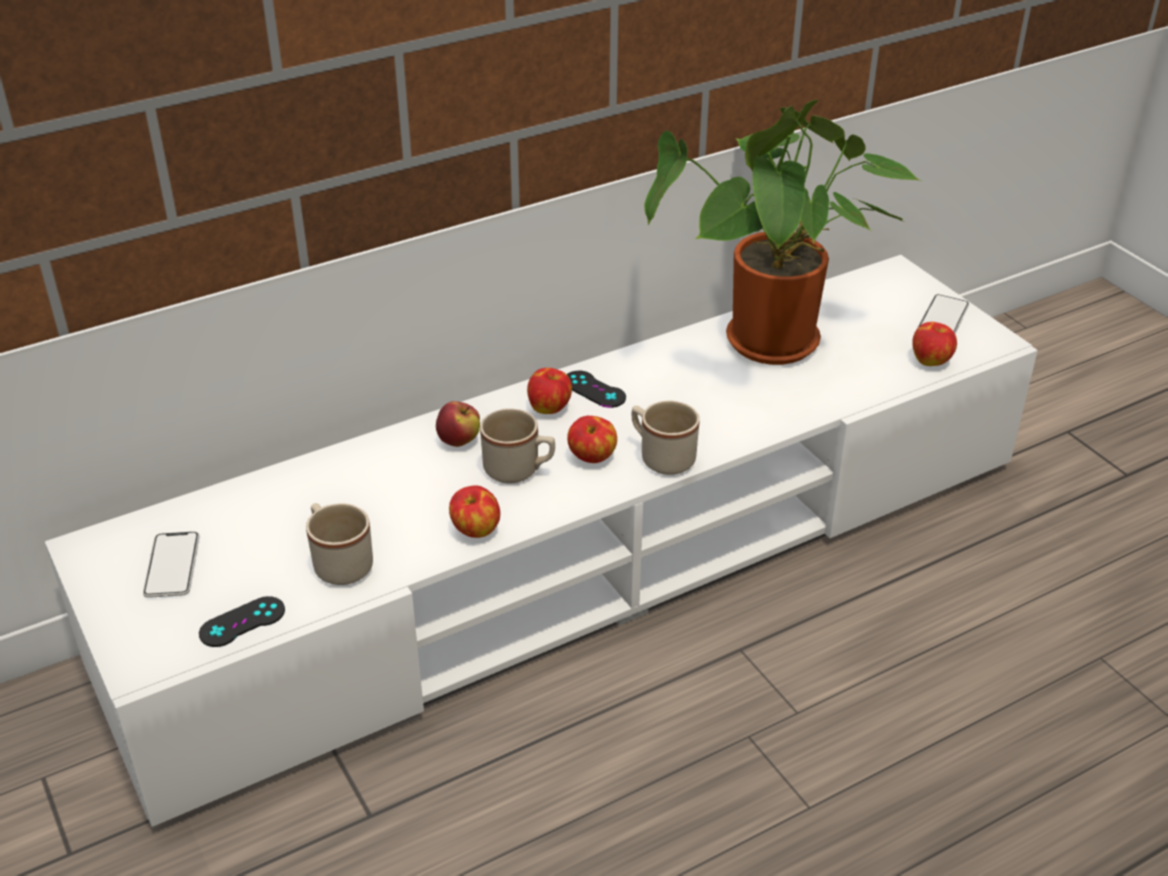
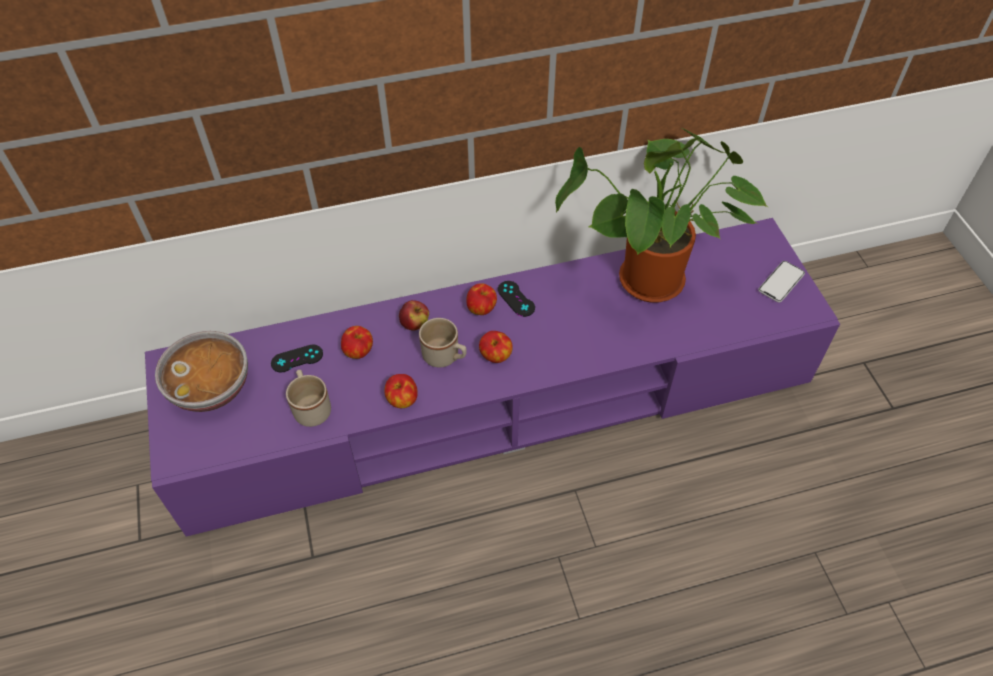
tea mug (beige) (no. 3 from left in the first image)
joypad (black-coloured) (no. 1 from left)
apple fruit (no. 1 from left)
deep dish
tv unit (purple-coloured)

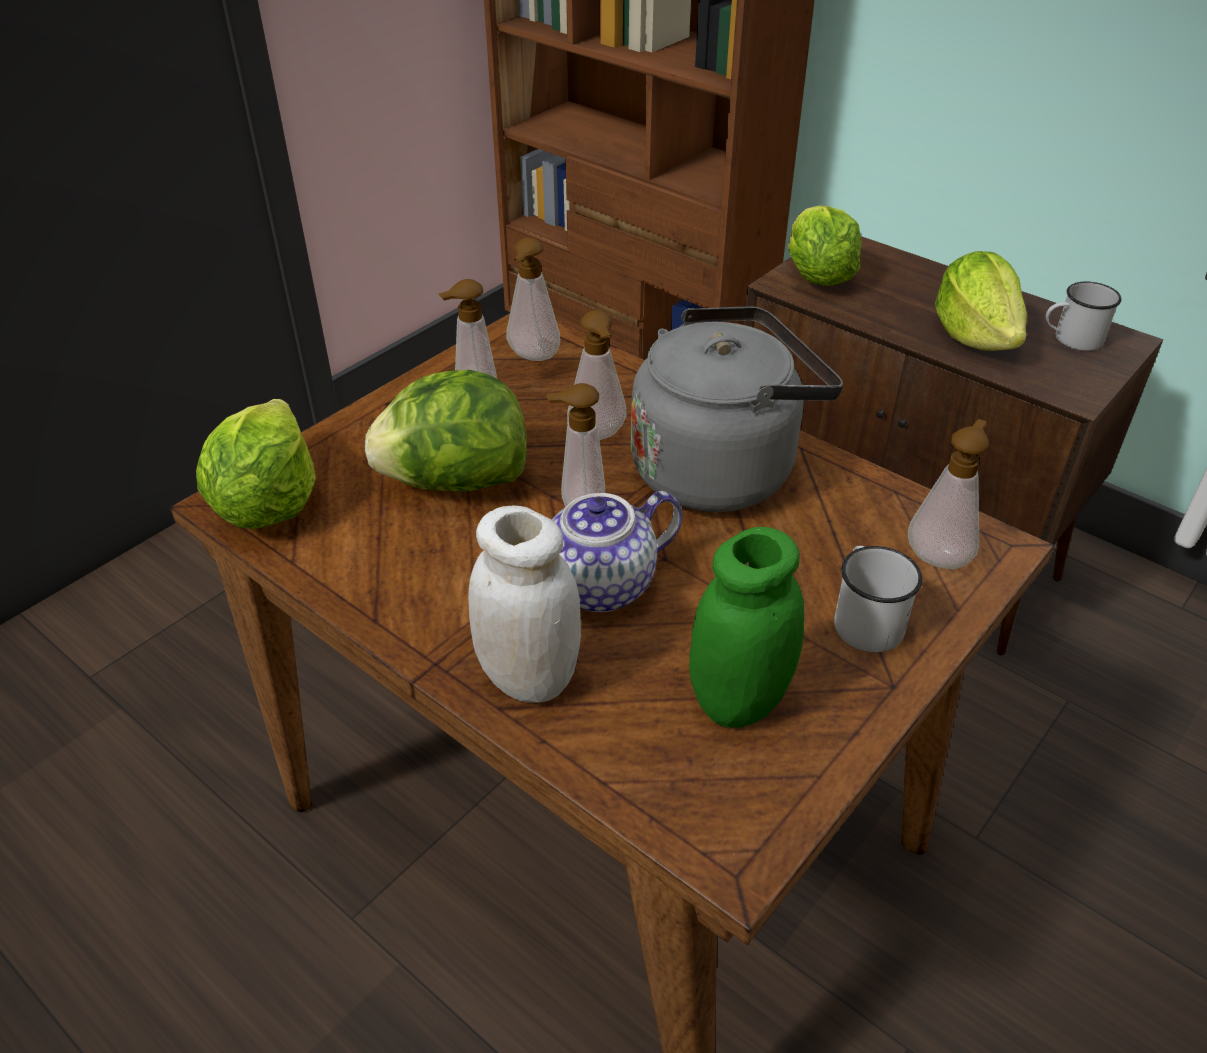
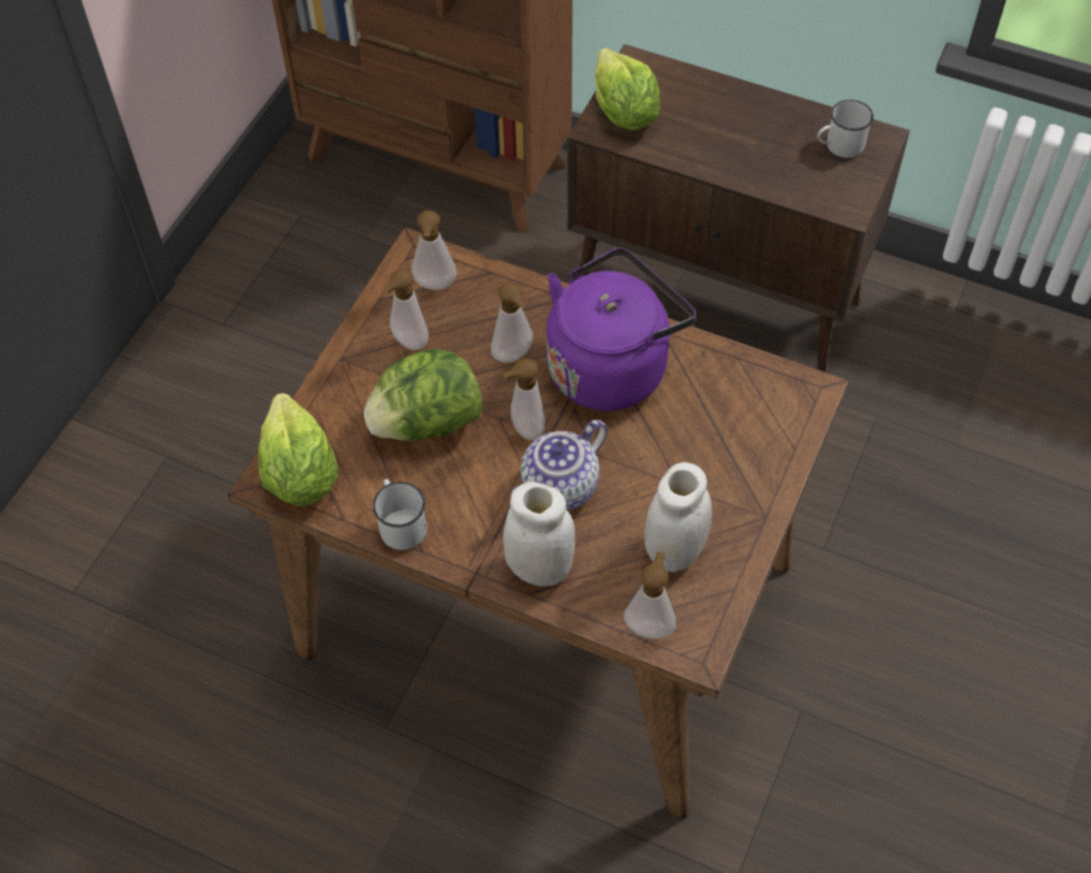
lettuce (no. 4 from left in the first image)
tea mug (whitish) (no. 1 from left)
soap dispenser (no. 5 from left)
tea kettle (purple-coloured)
preserve jar (whitish) (no. 2 from left)

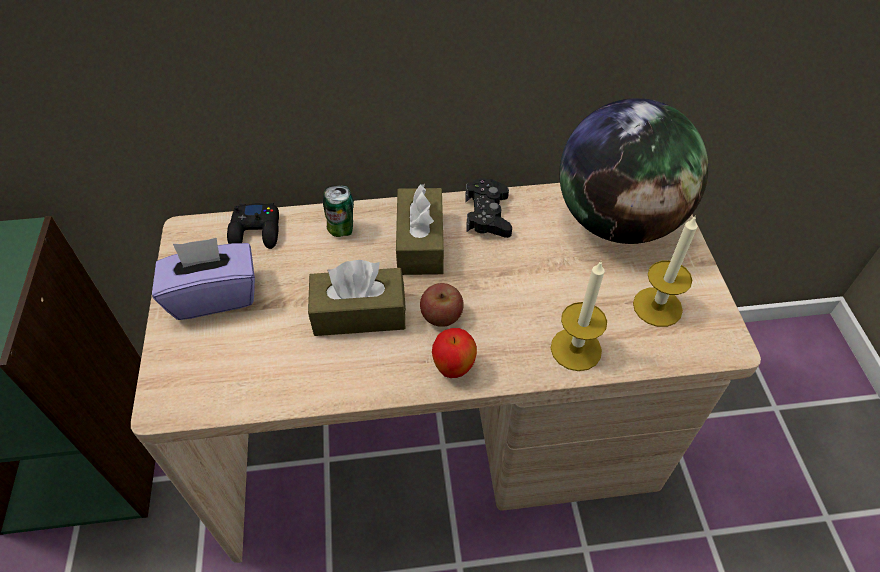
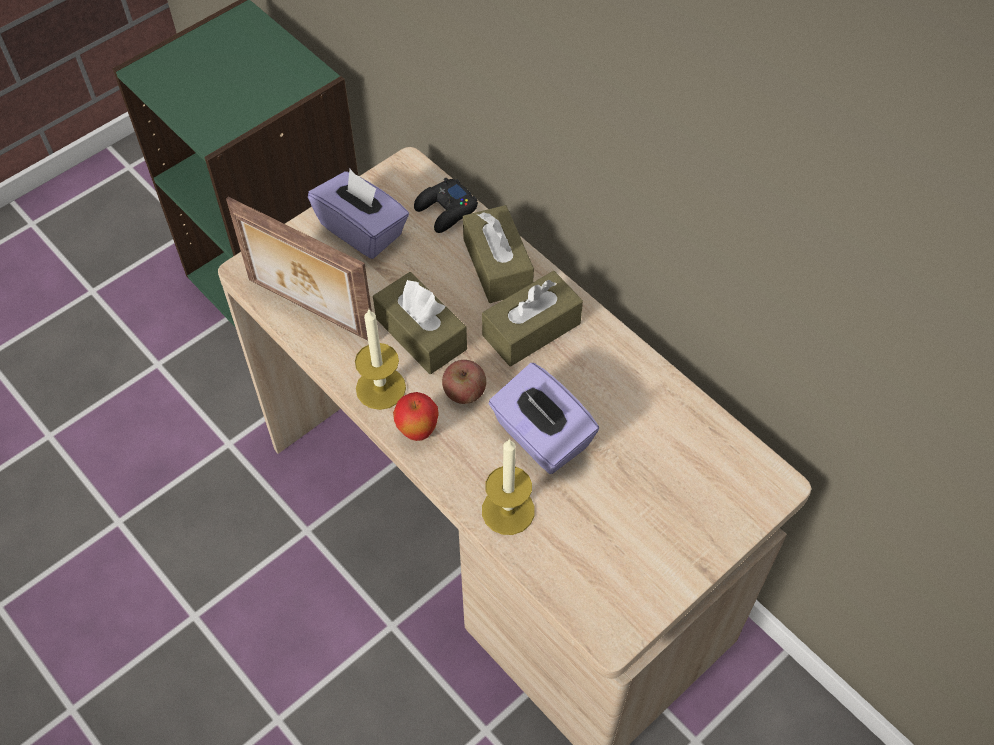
joypad (black-coloured) (no. 2 from left in the first image)
world globe
standing frame
tissue holder (purple-coloured) (no. 2 from left)
candle (no. 1 from left)
tissue holder (brown-coloured) (no. 2 from left)

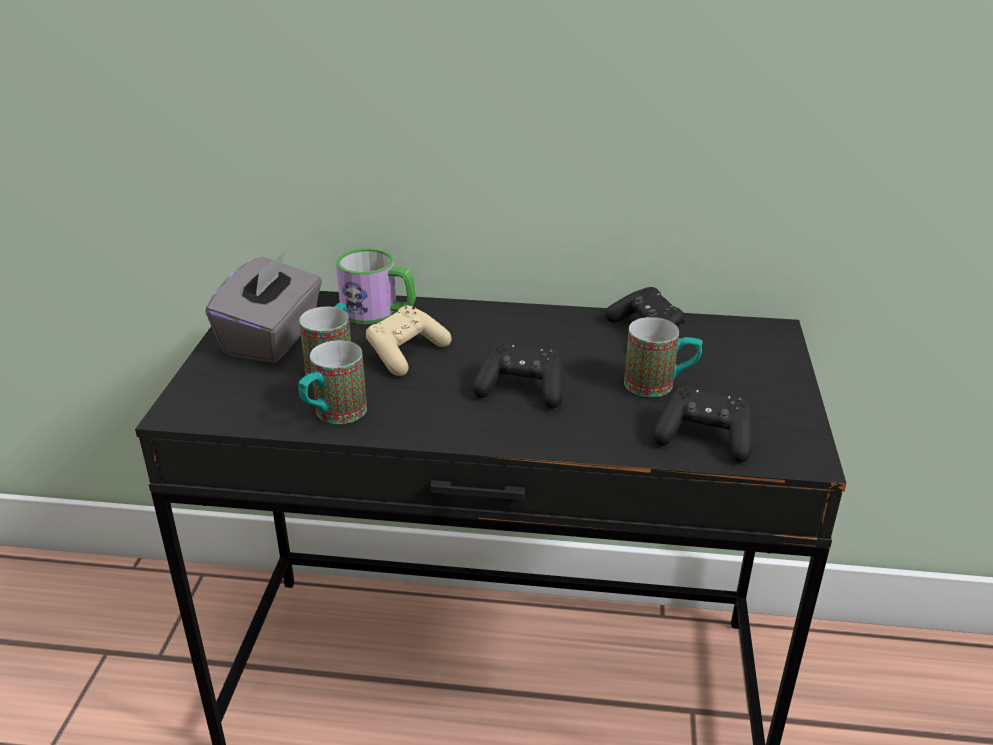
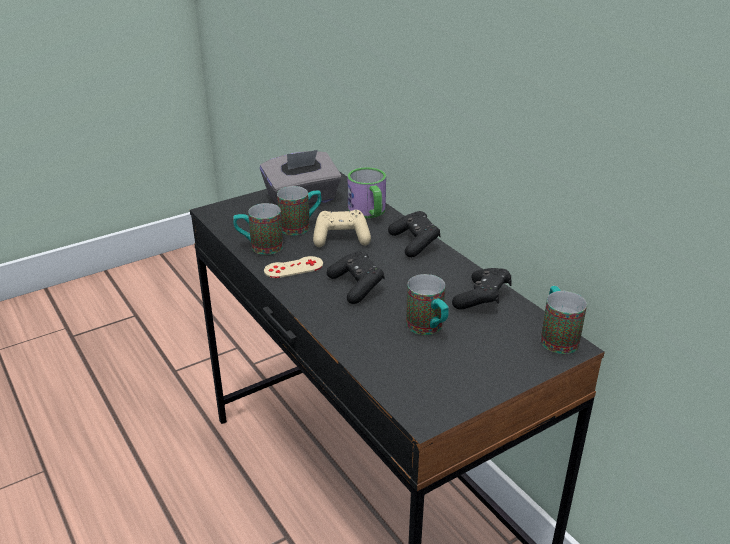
joypad (beige) (no. 1 from left)
tea mug (no. 5 from left)
joypad (black-coloured) (no. 2 from left)

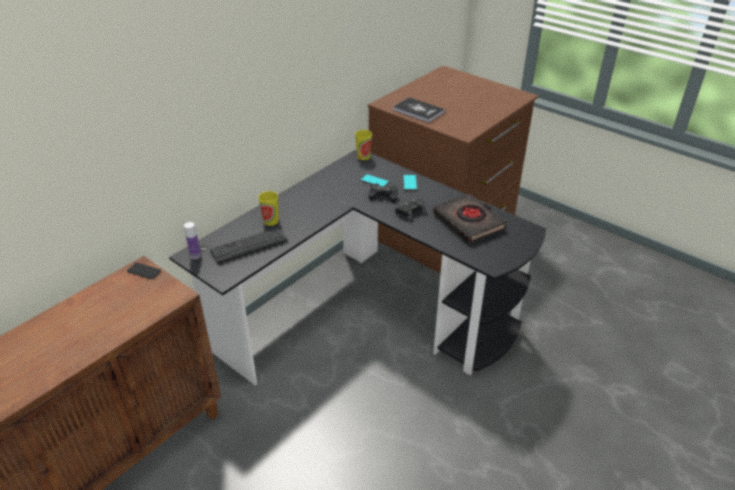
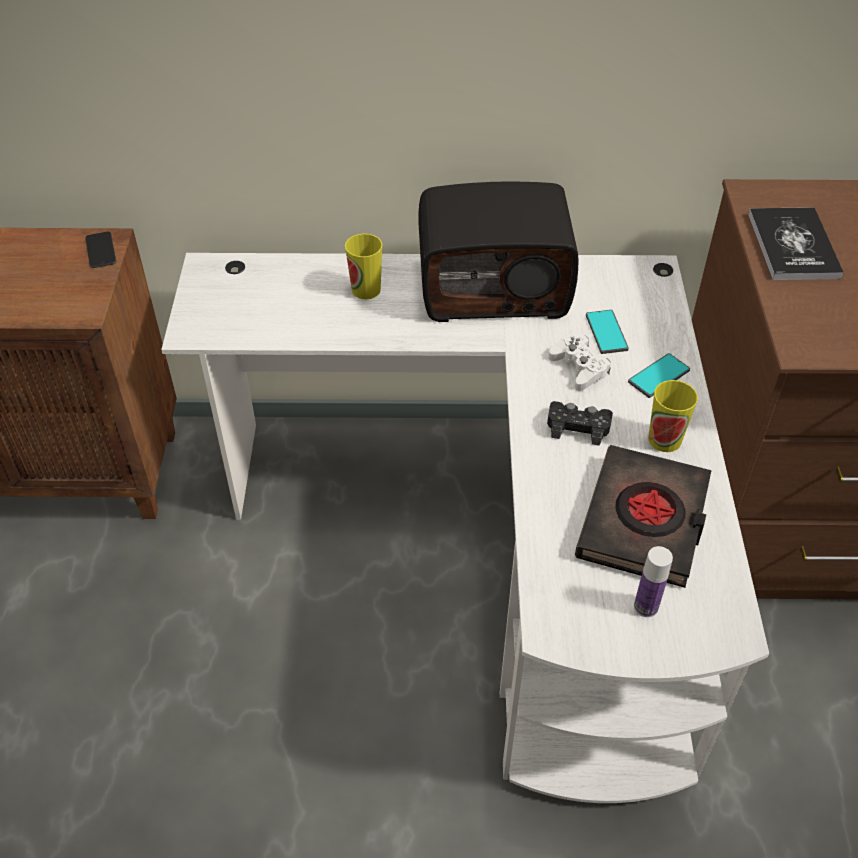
keyboard
radio receiver
bottle
small cup (no. 2 from left)
desk (whitish)
joypad (whitish)

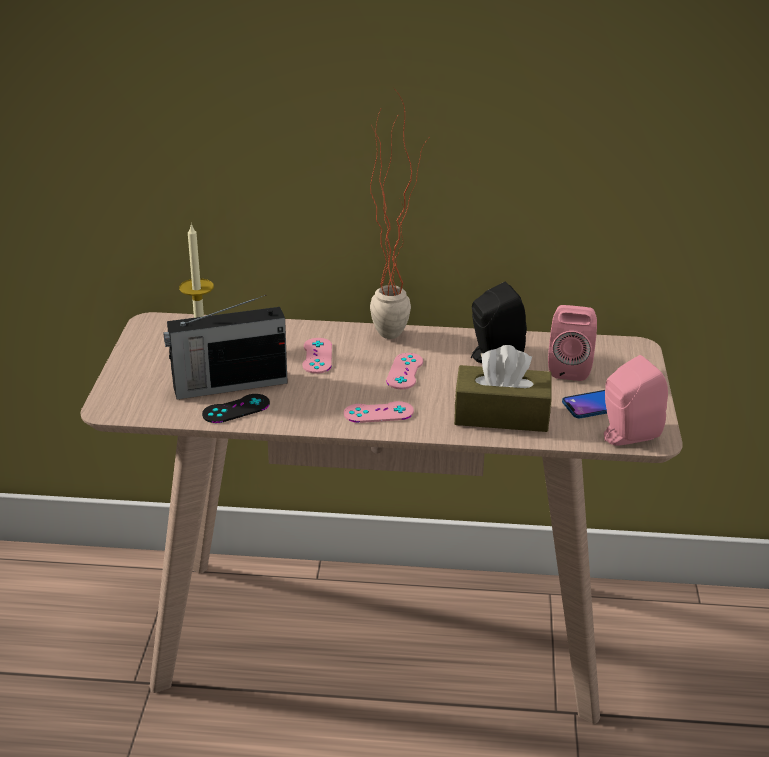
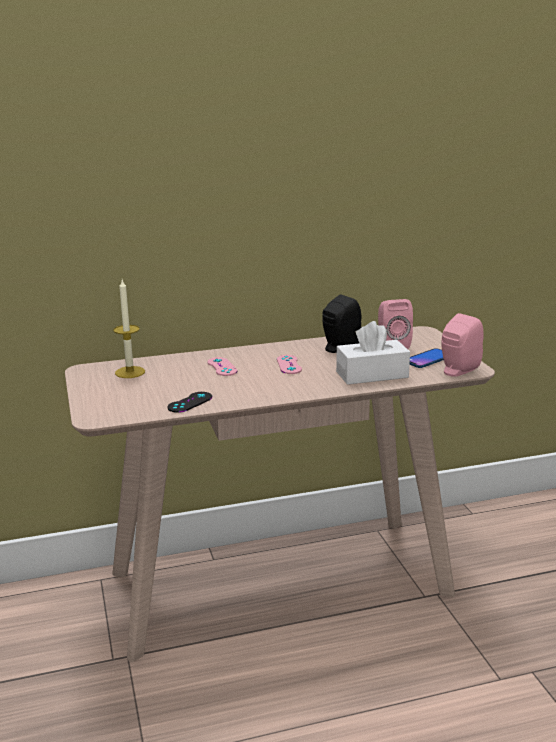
radio receiver
joypad (pinkish) (no. 2 from left in the first image)
potted plant
tissue holder (whitish)

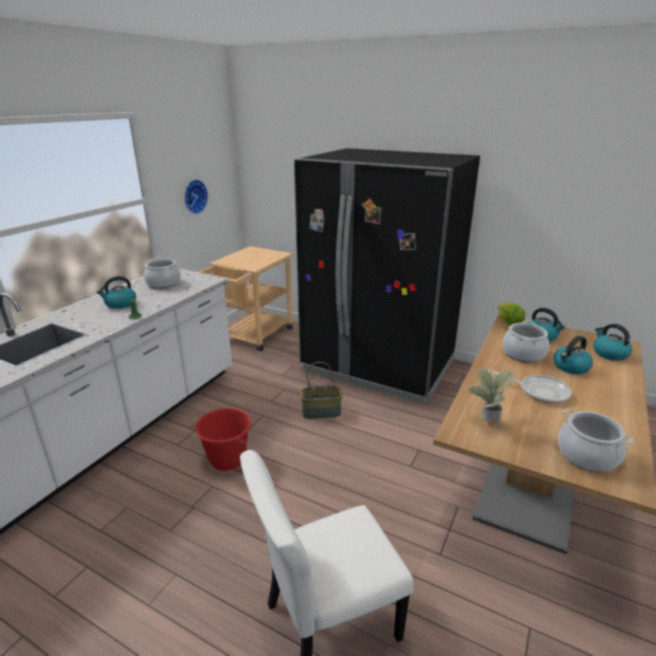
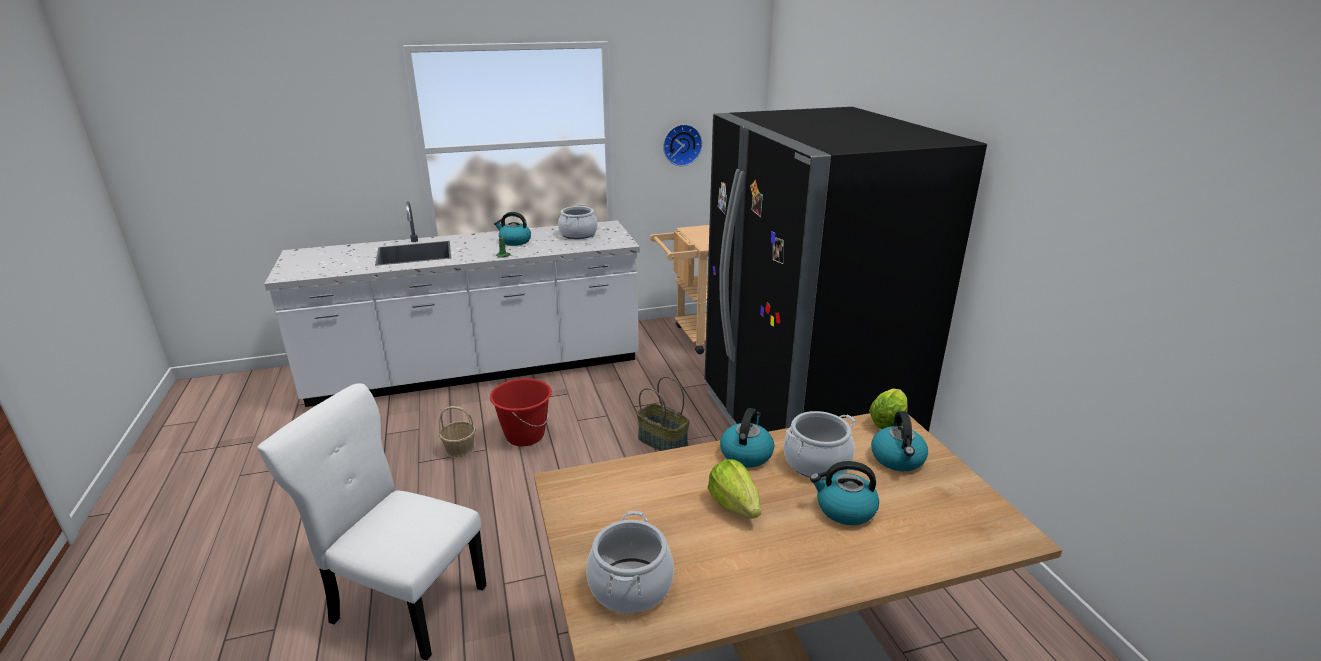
potted plant
basket (no. 1 from left)
tea kettle (no. 2 from left)
lettuce (no. 1 from left)

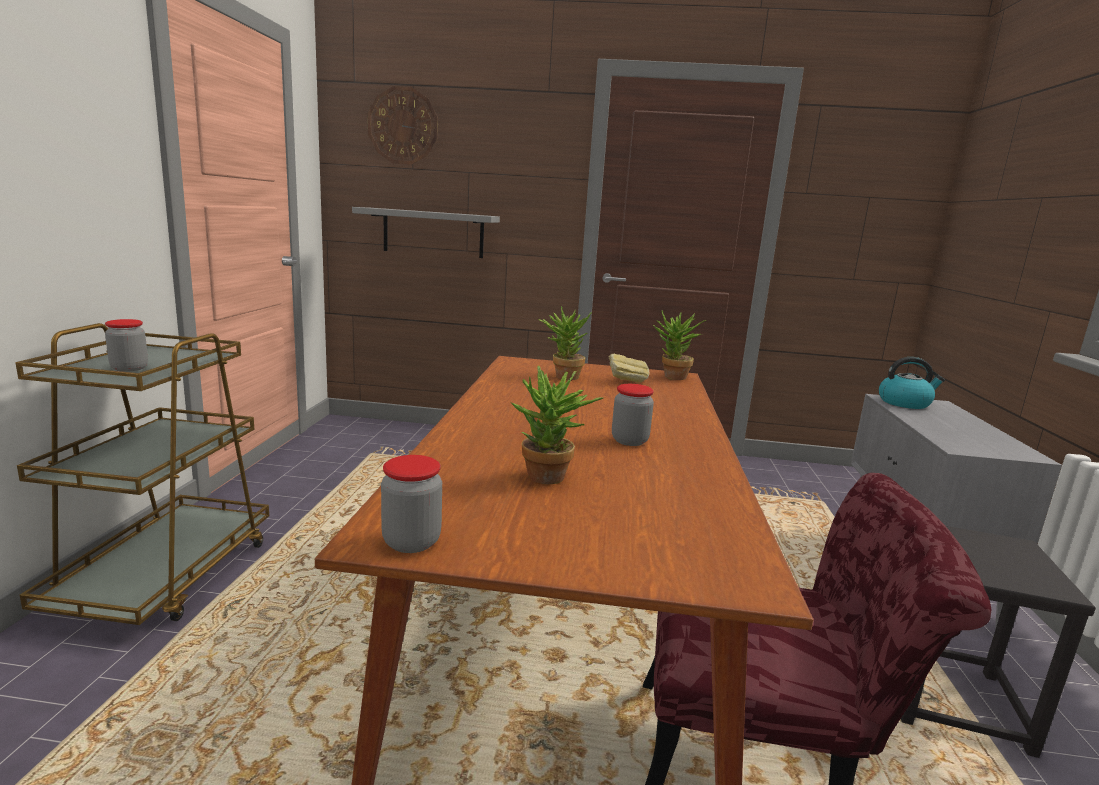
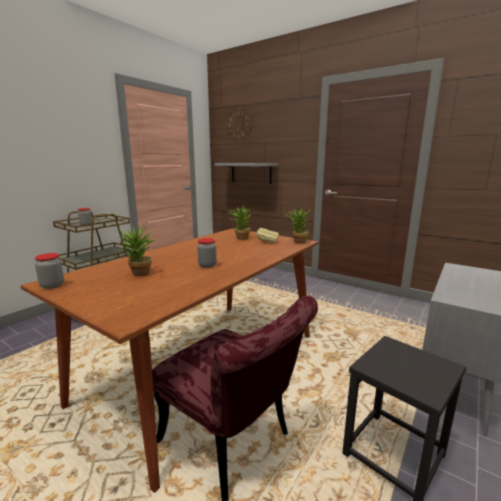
tea kettle

